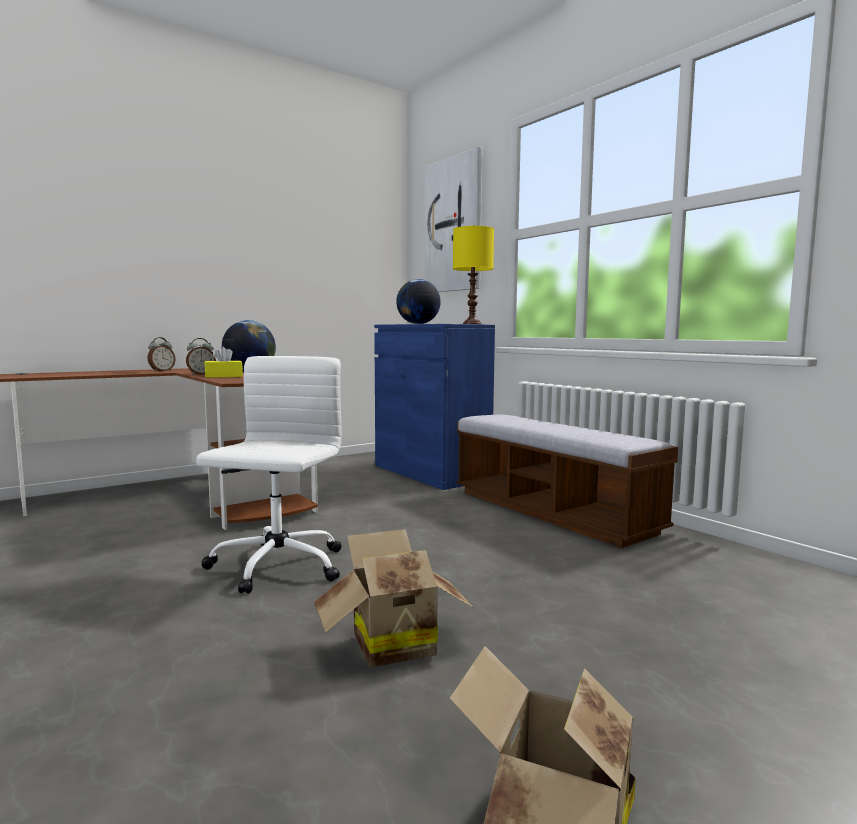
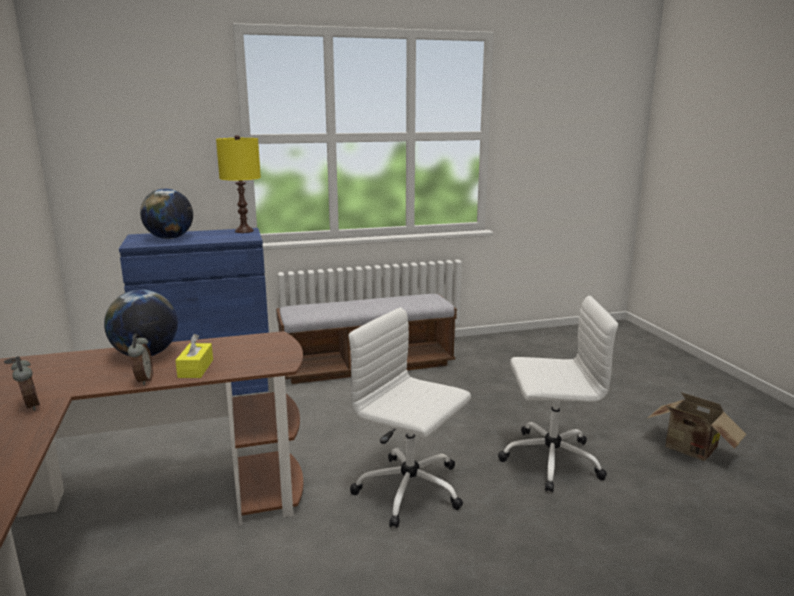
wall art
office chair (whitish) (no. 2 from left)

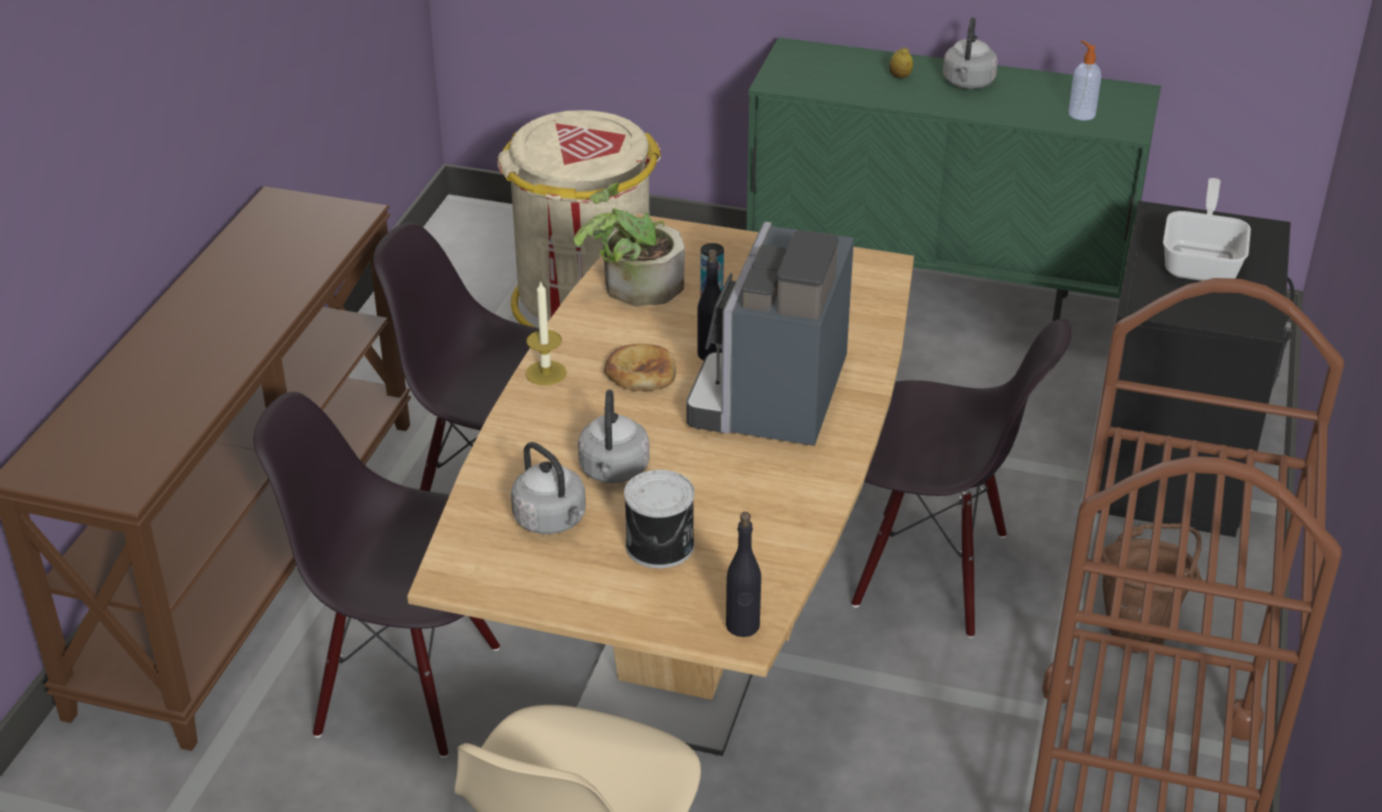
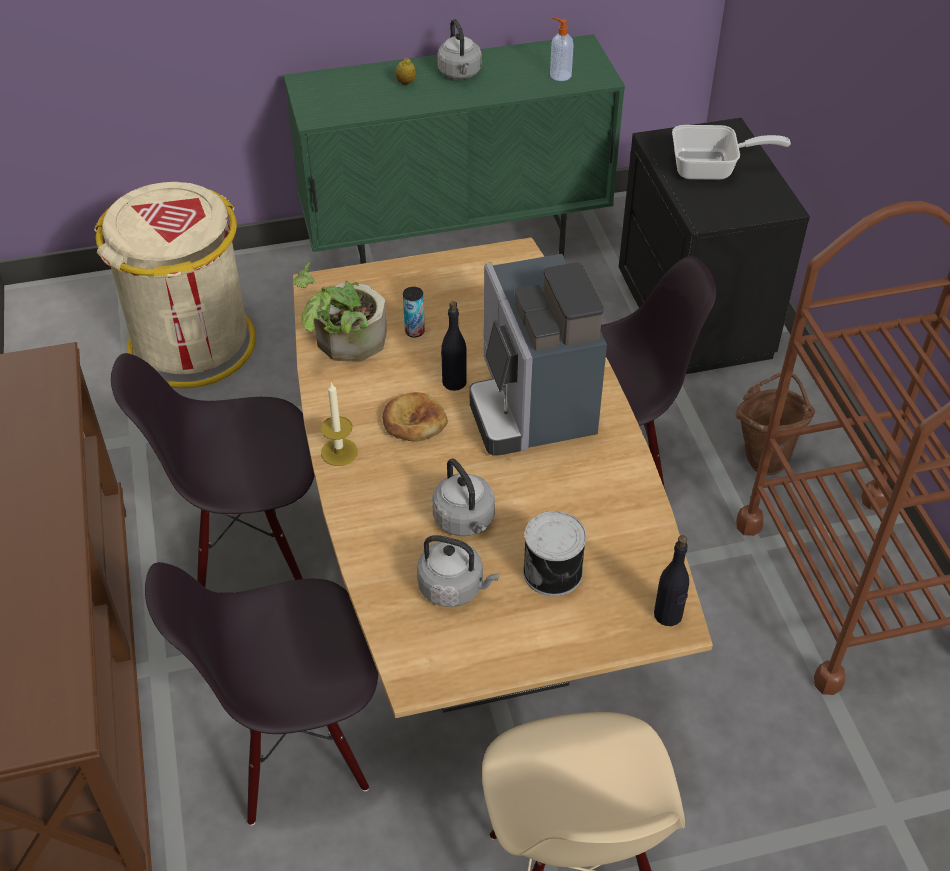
skillet

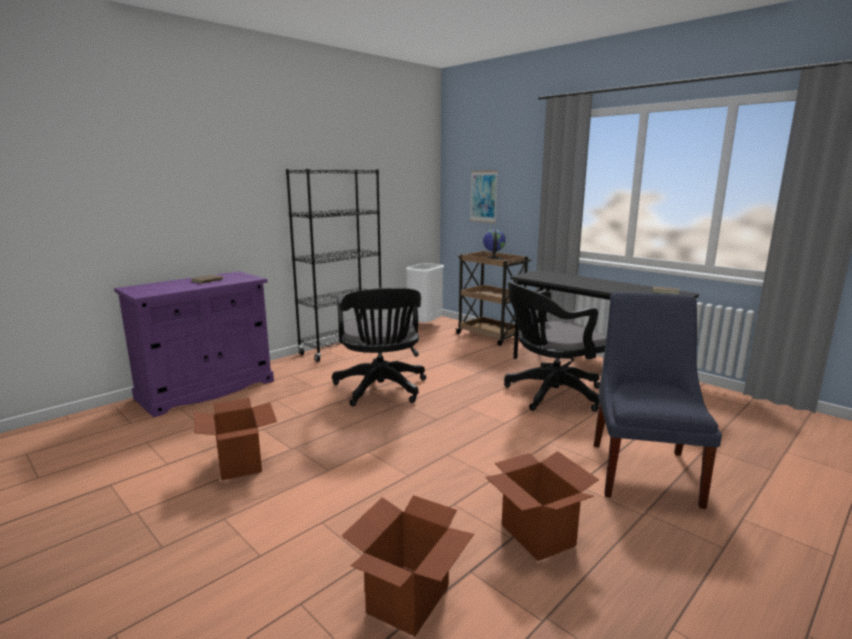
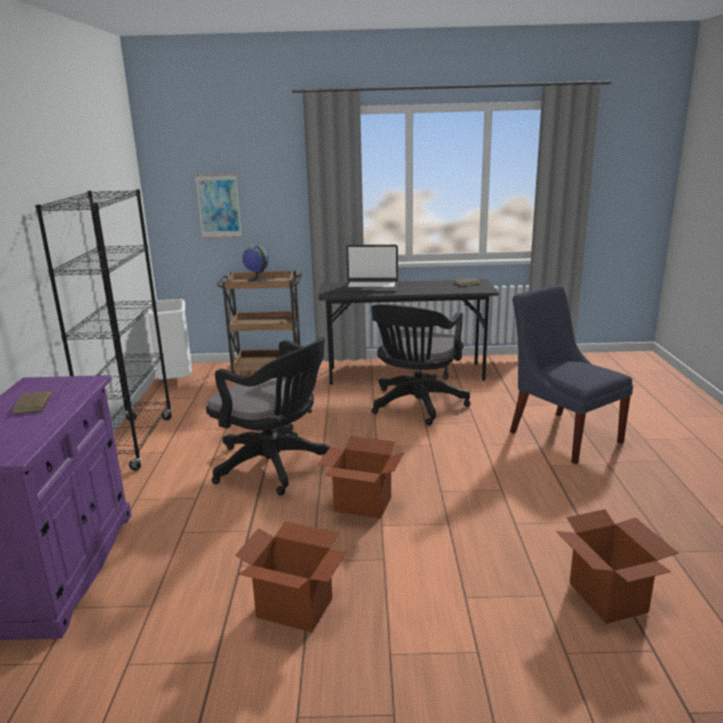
portable computer
carton (no. 2 from left)

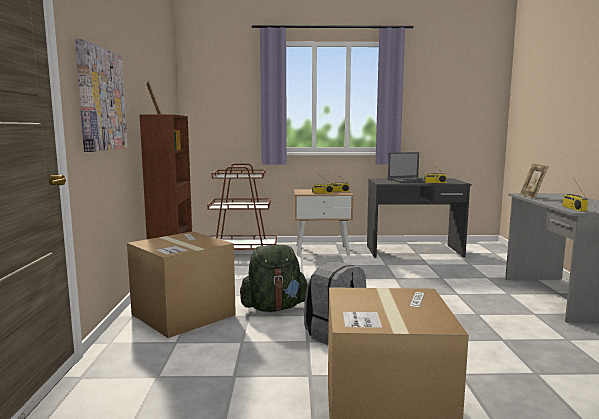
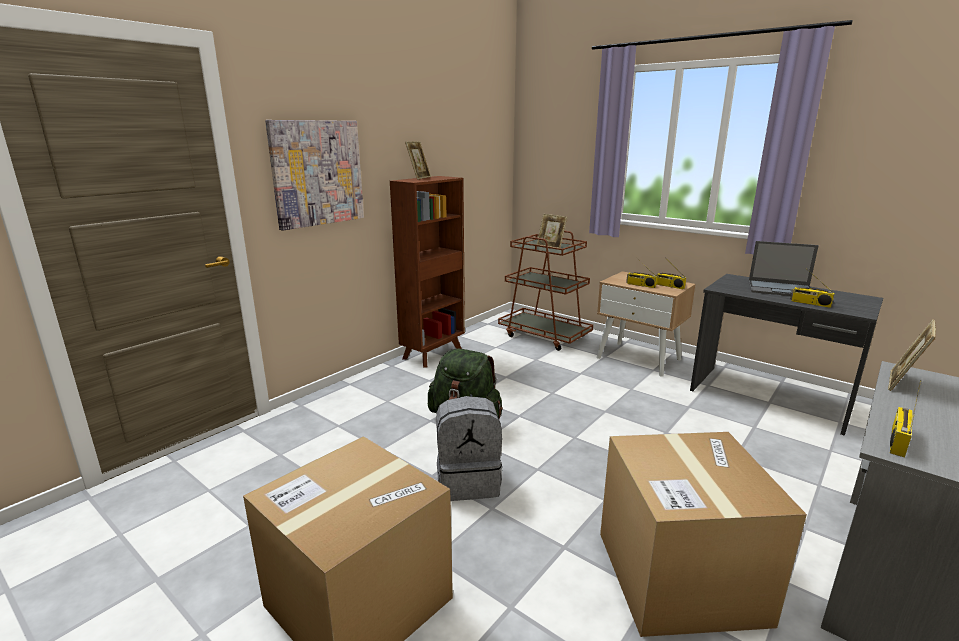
standing frame (no. 2 from left)
carton (no. 2 from left)

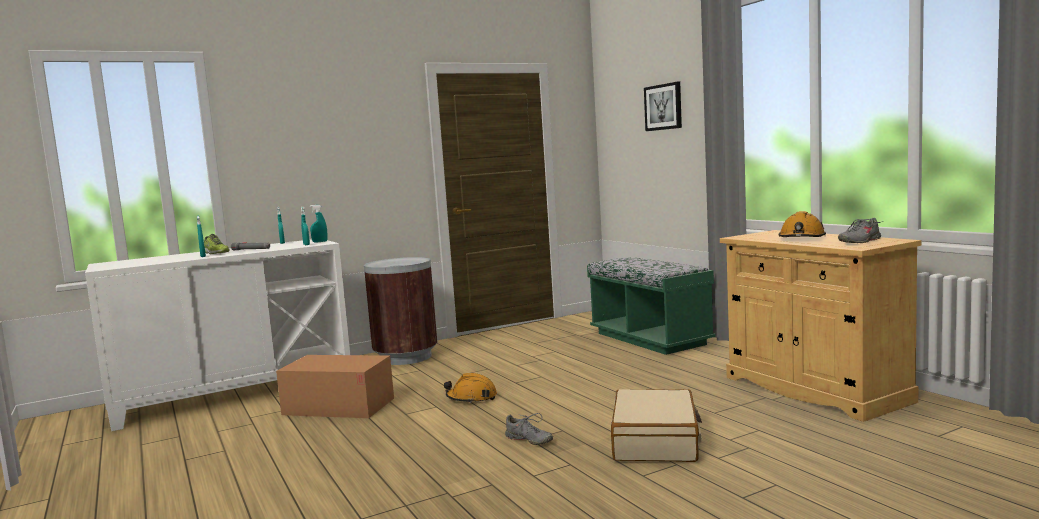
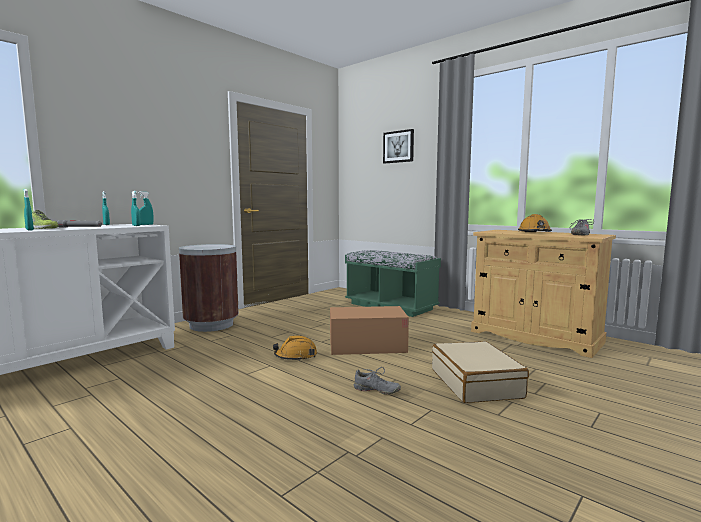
carton

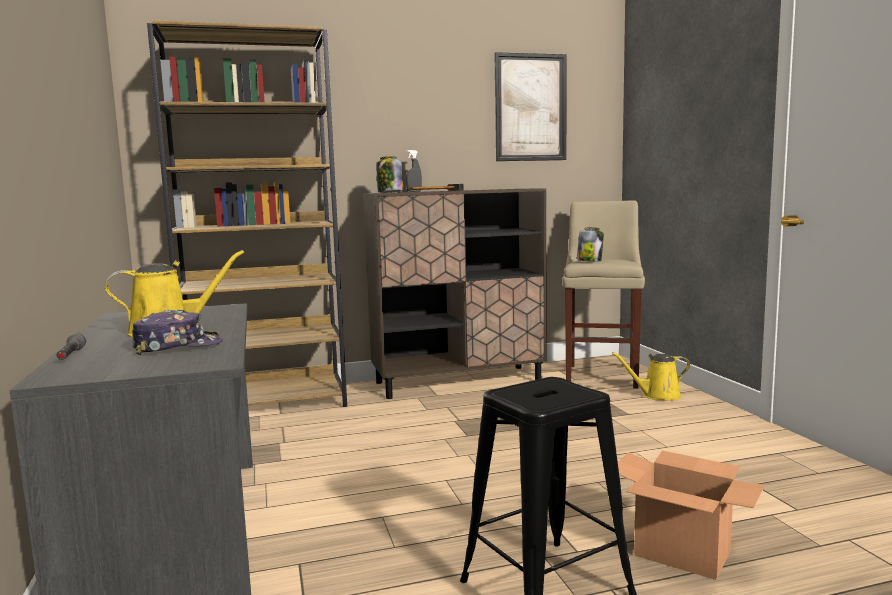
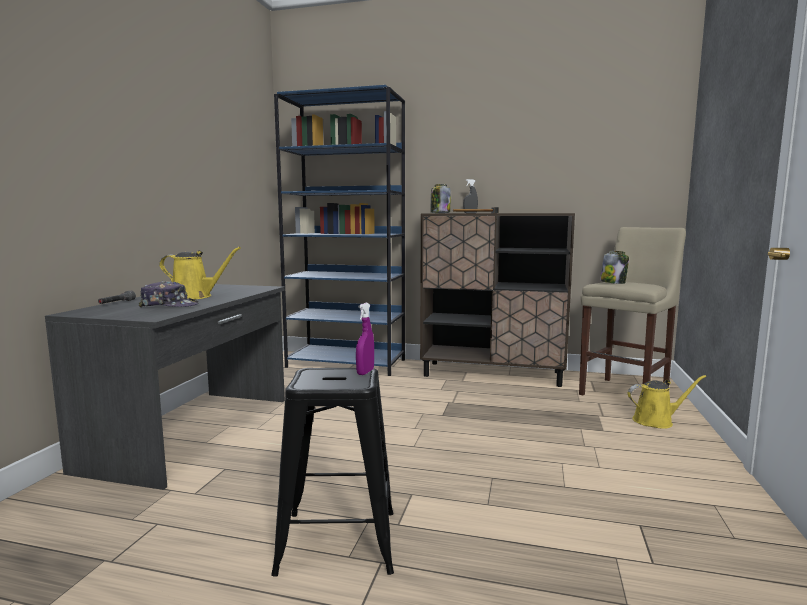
wall art
carton
spray bottle (purple-coloured)
bookshelf (blue-coloured)
watering pot (yellow) (no. 2 from left)

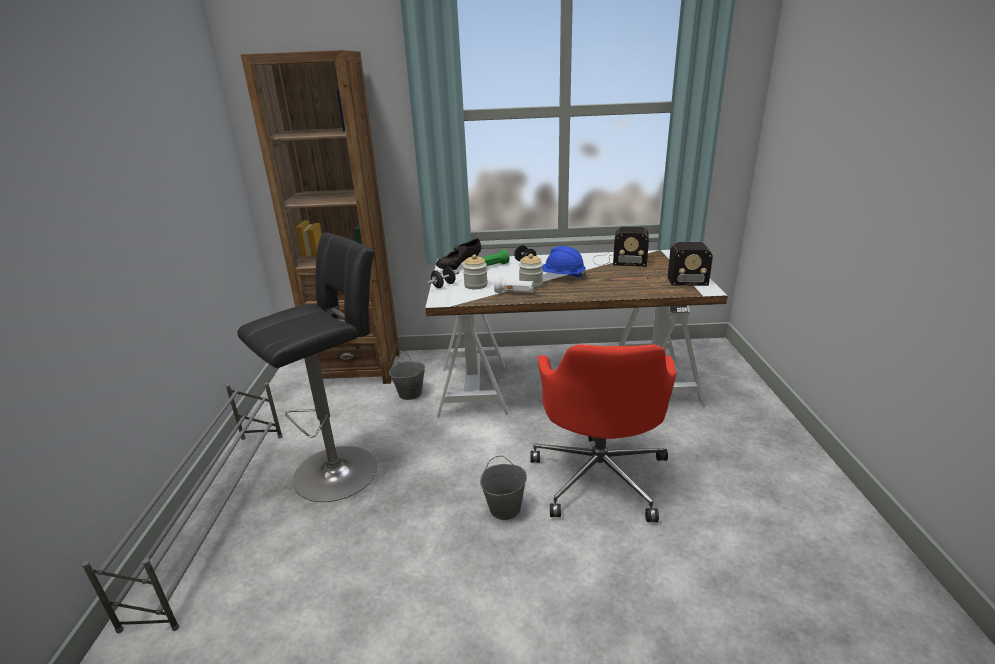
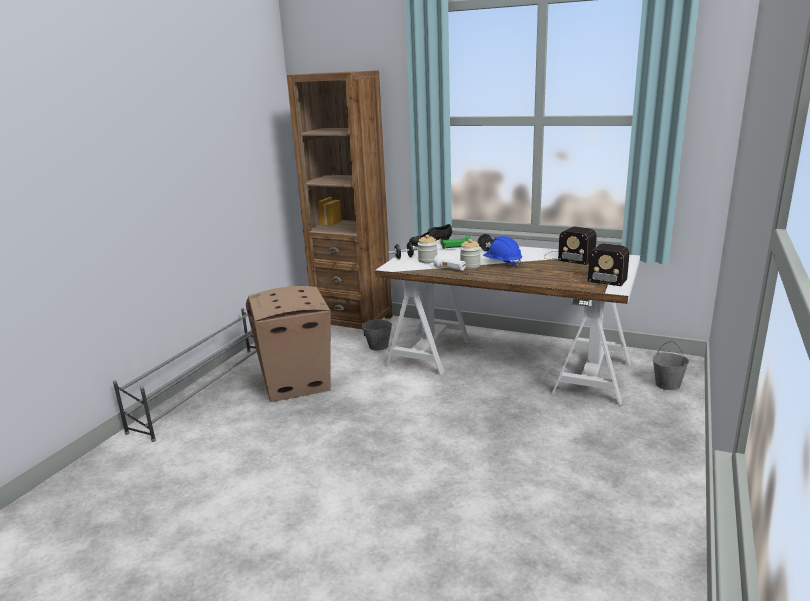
office chair (red-coloured)
water bucket (gray) (no. 2 from left)
carton

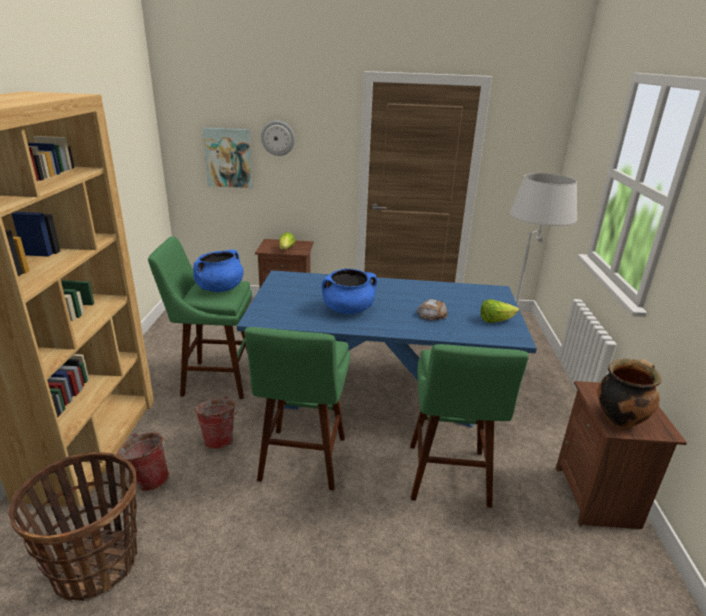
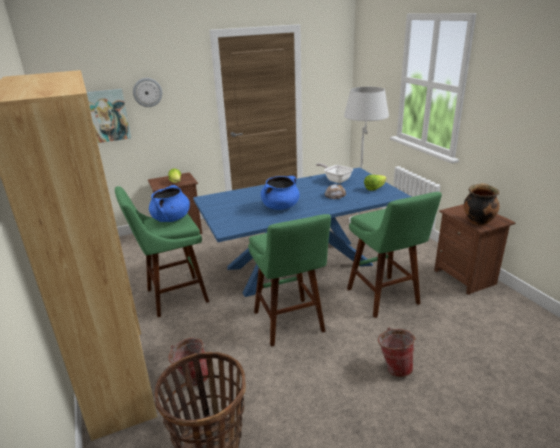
skillet
water bucket (no. 2 from left)

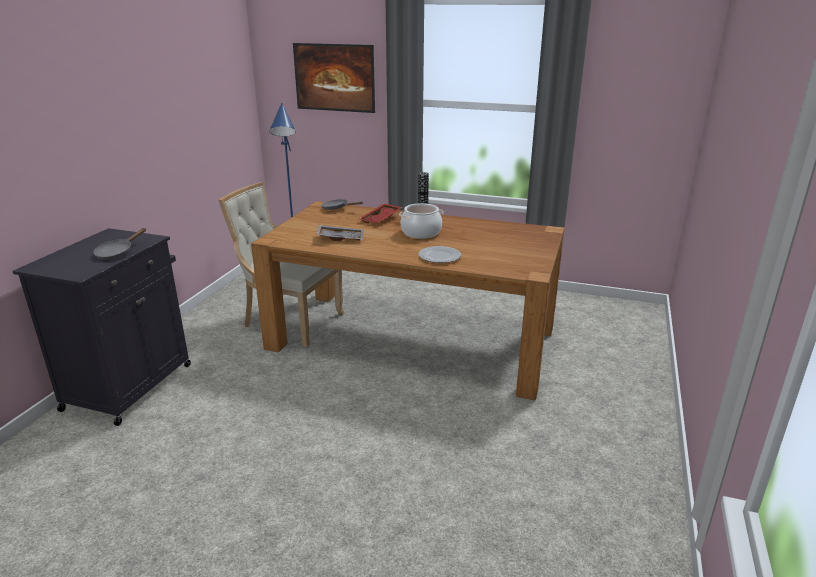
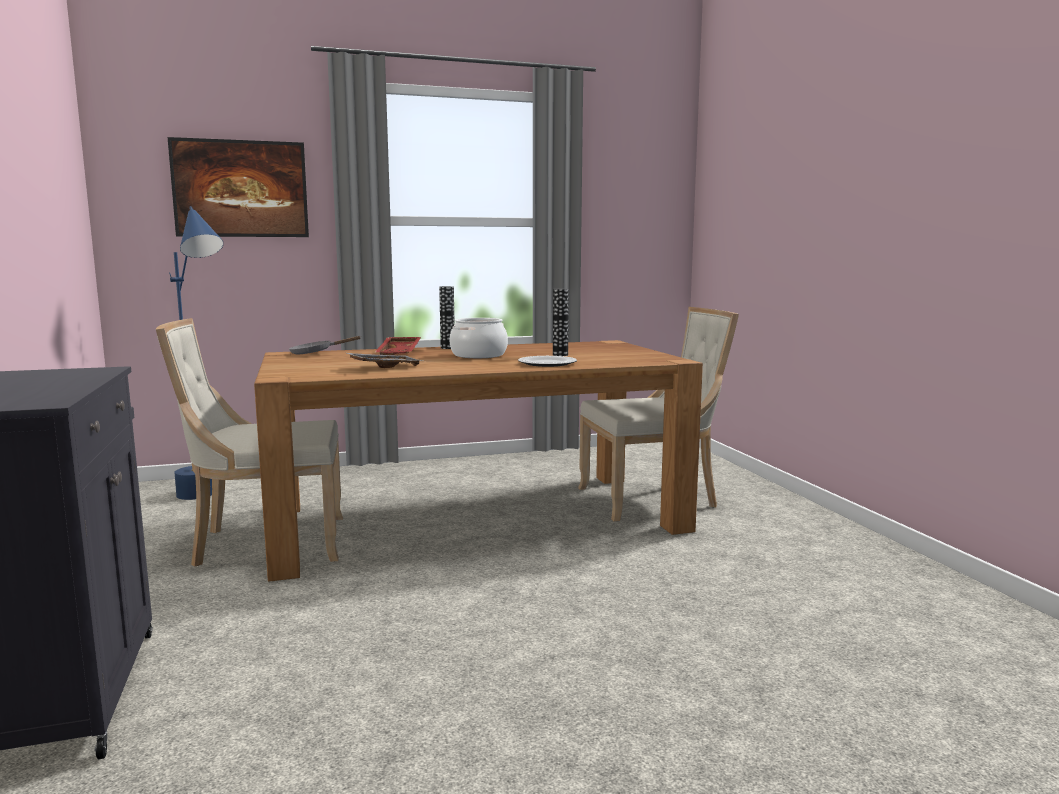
skillet (gray) (no. 1 from left in the first image)
decorative vase (no. 2 from left)
chair (beige) (no. 2 from left)

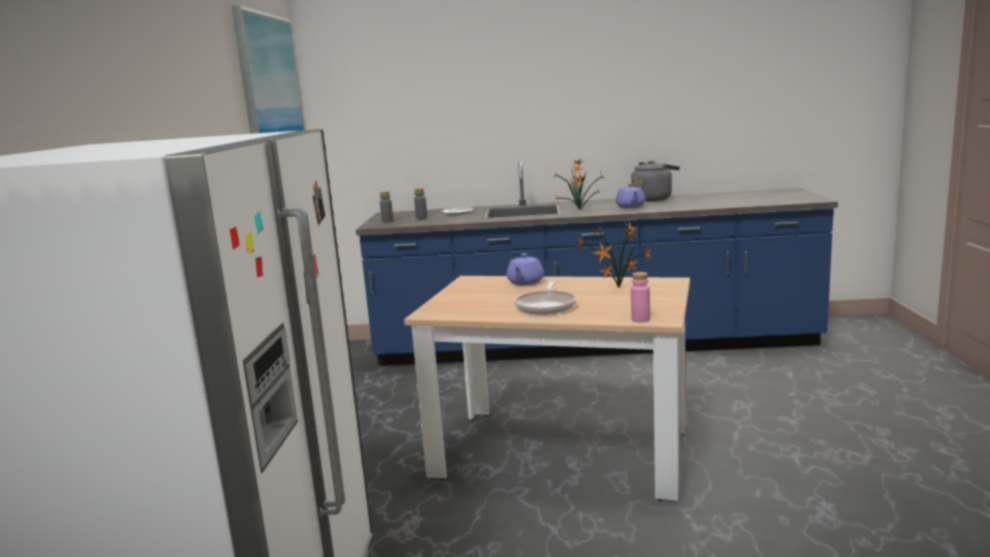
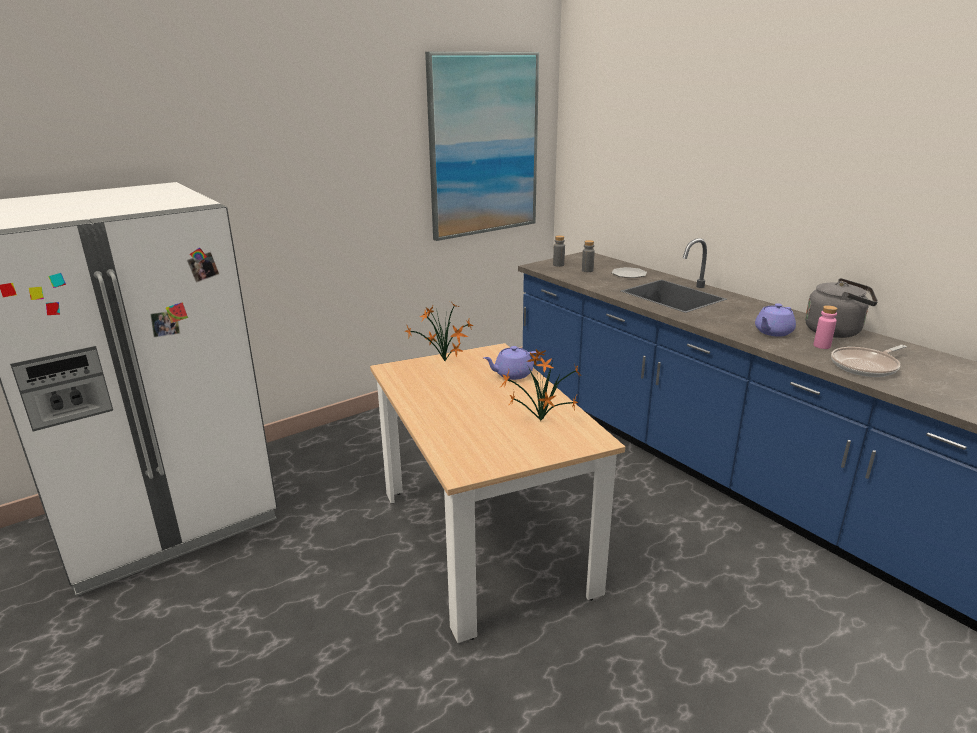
skillet
potted plant (no. 1 from left)
bottle (pinkish)

